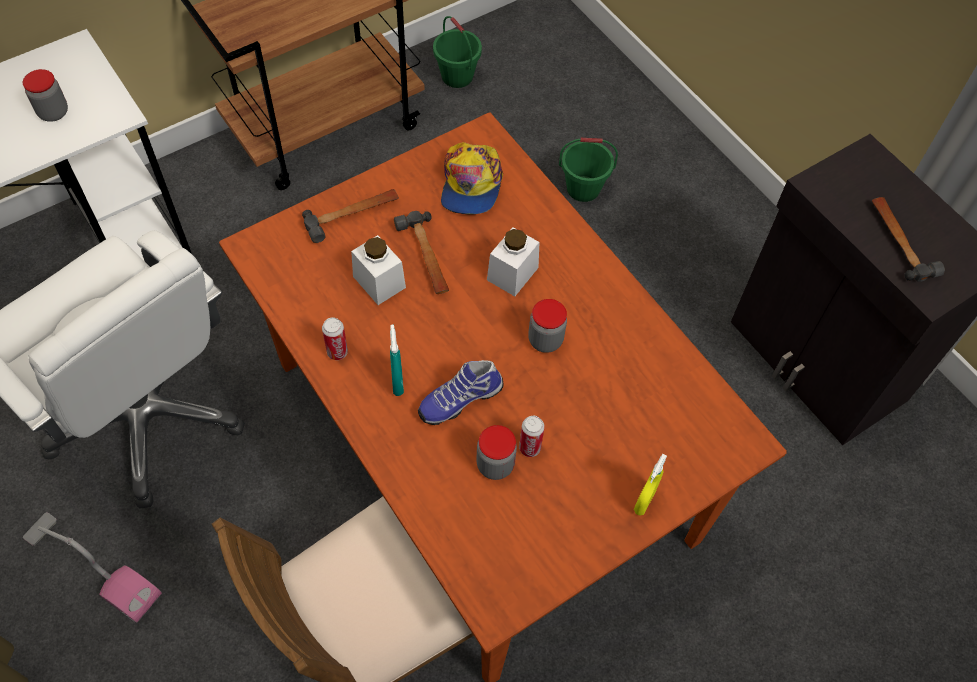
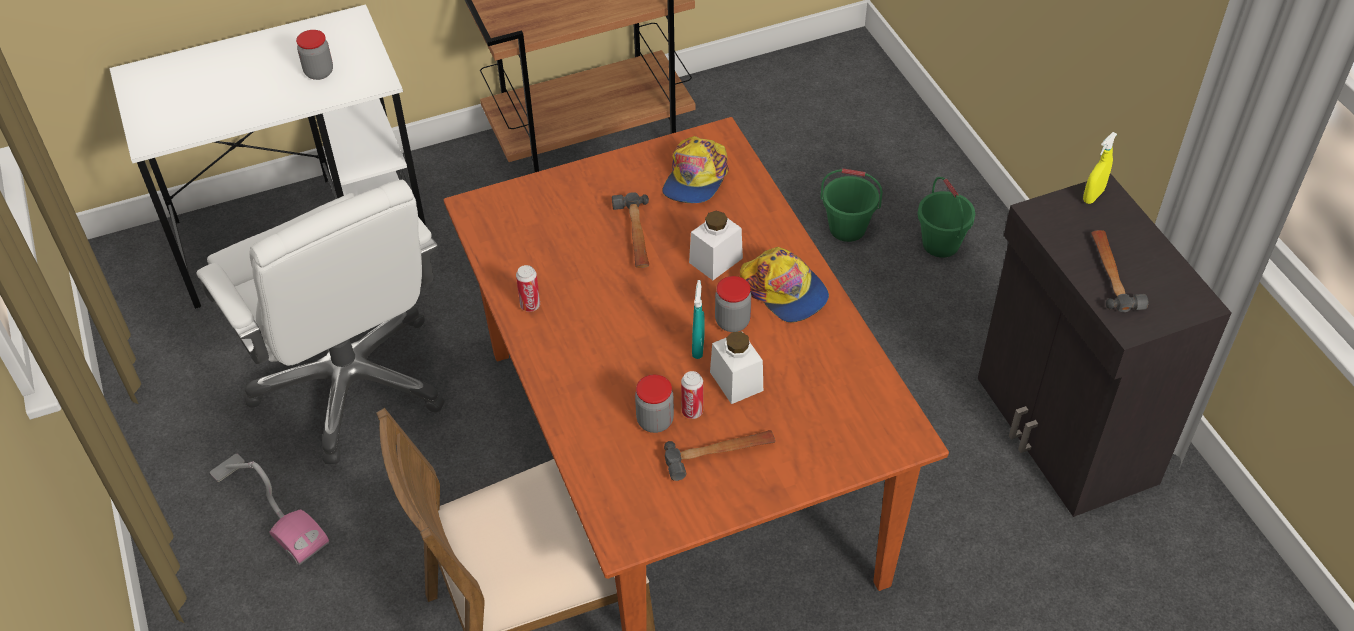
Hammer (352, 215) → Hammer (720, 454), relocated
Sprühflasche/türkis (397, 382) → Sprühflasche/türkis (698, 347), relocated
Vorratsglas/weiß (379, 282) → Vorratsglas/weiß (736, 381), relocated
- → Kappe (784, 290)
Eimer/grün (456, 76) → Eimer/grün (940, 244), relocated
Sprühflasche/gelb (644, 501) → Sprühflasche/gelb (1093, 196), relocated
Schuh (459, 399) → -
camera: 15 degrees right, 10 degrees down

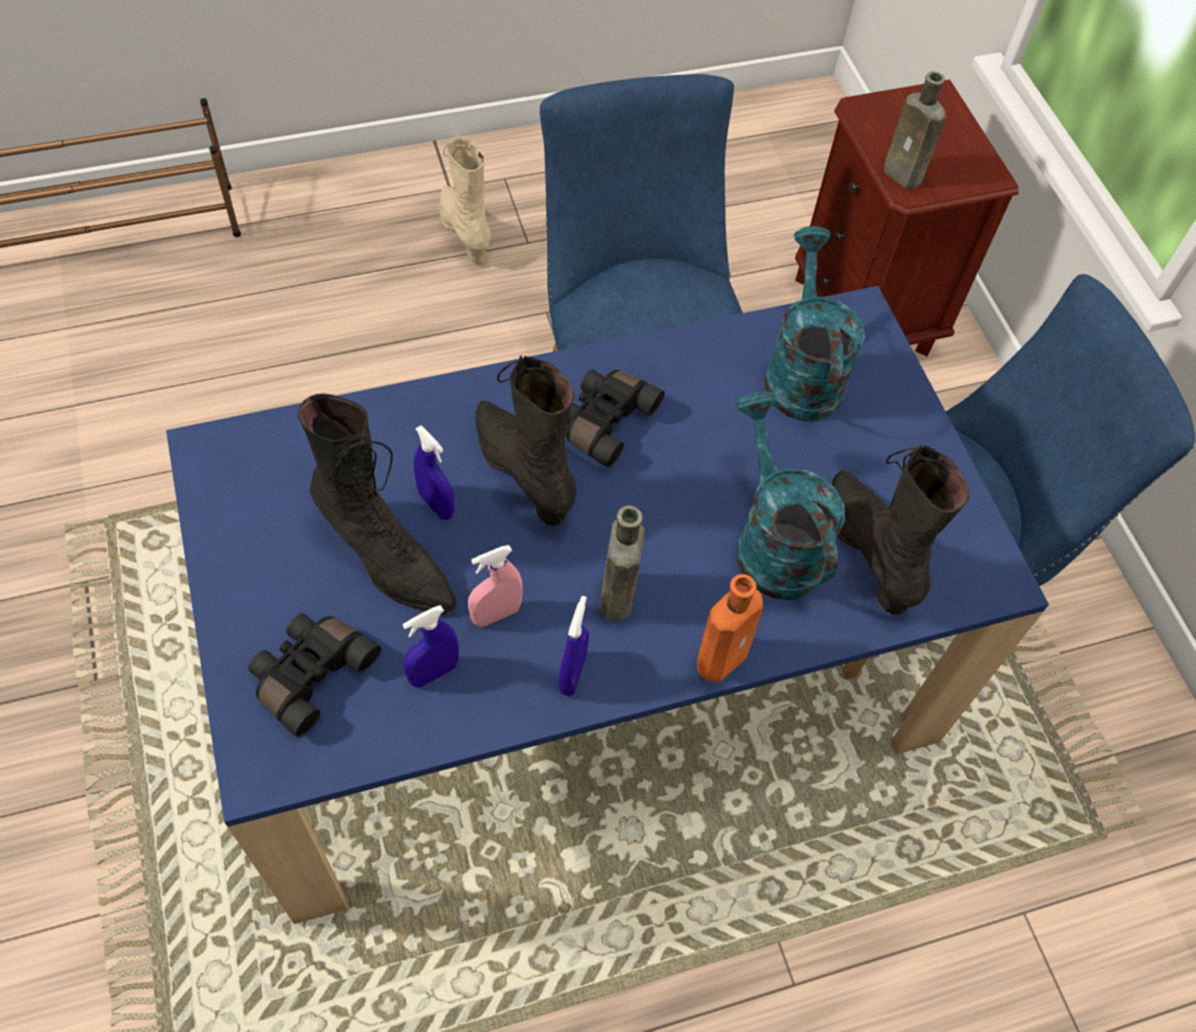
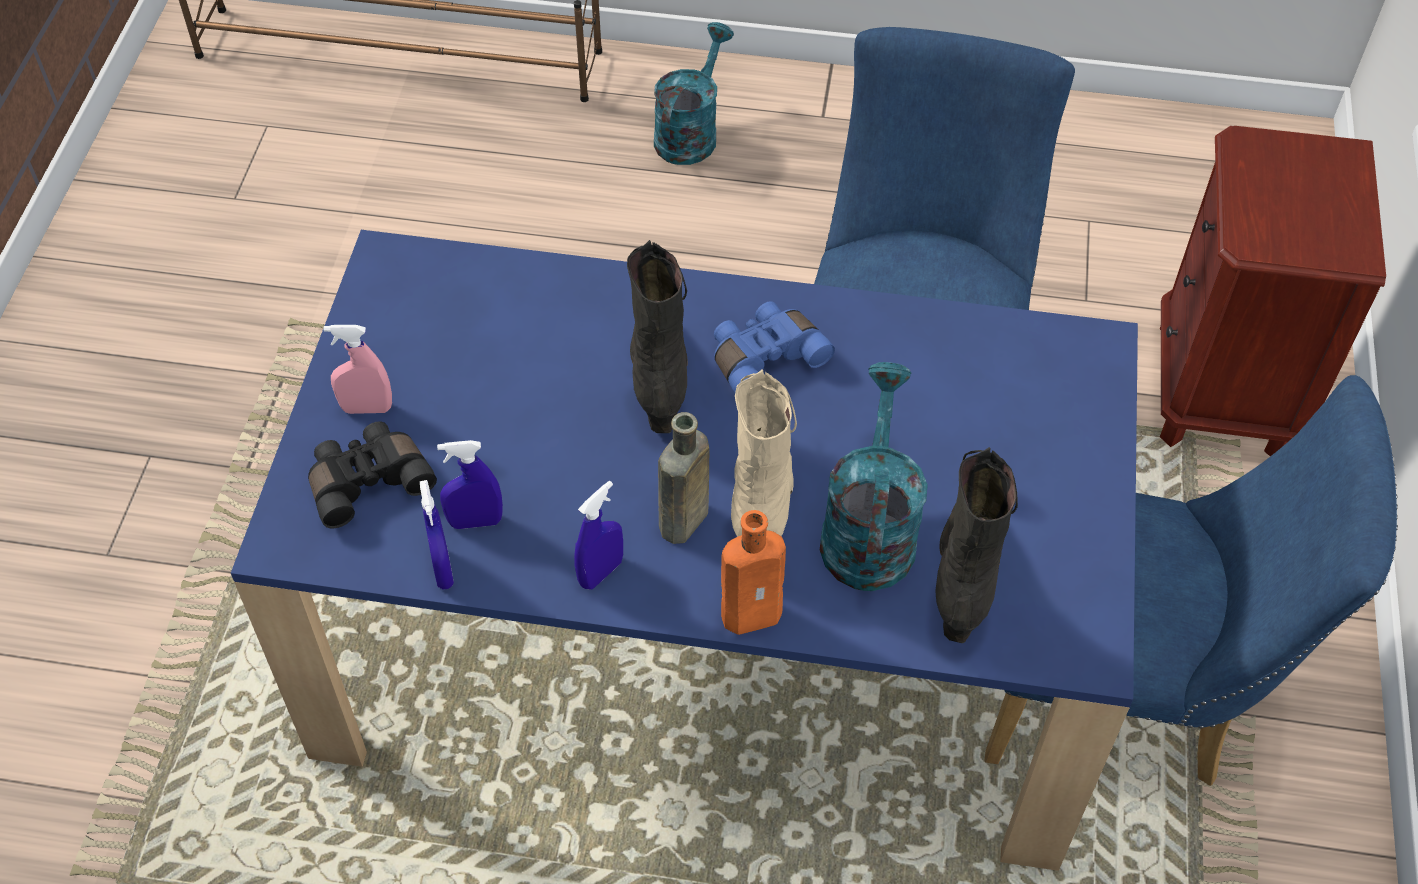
Sprühflasche/rosa (496, 614) → Sprühflasche/rosa (367, 408), relocated
Sprühflasche/blau (436, 504) → Sprühflasche/blau (443, 569), relocated
Gießkanne/türkis (801, 371) → Gießkanne/türkis (690, 132), relocated
Fernglas/schwarz (603, 421) → Fernglas/blau (764, 357)
Stiefel/beige (464, 232) → Stiefel/beige (762, 500), relocated
Stiefel/schwarz (385, 559) → -
Flasche/braun (904, 176) → -
camera: 30 degrees right, 5 degrees down

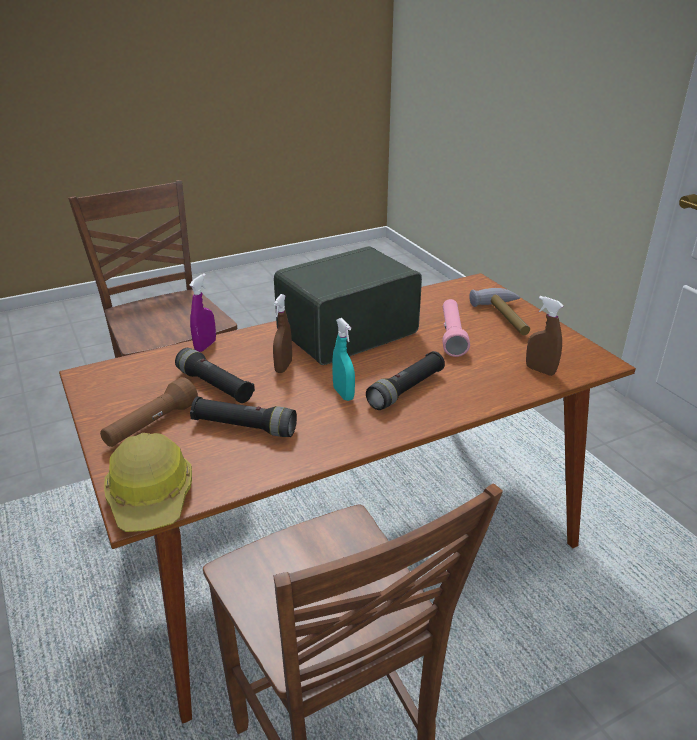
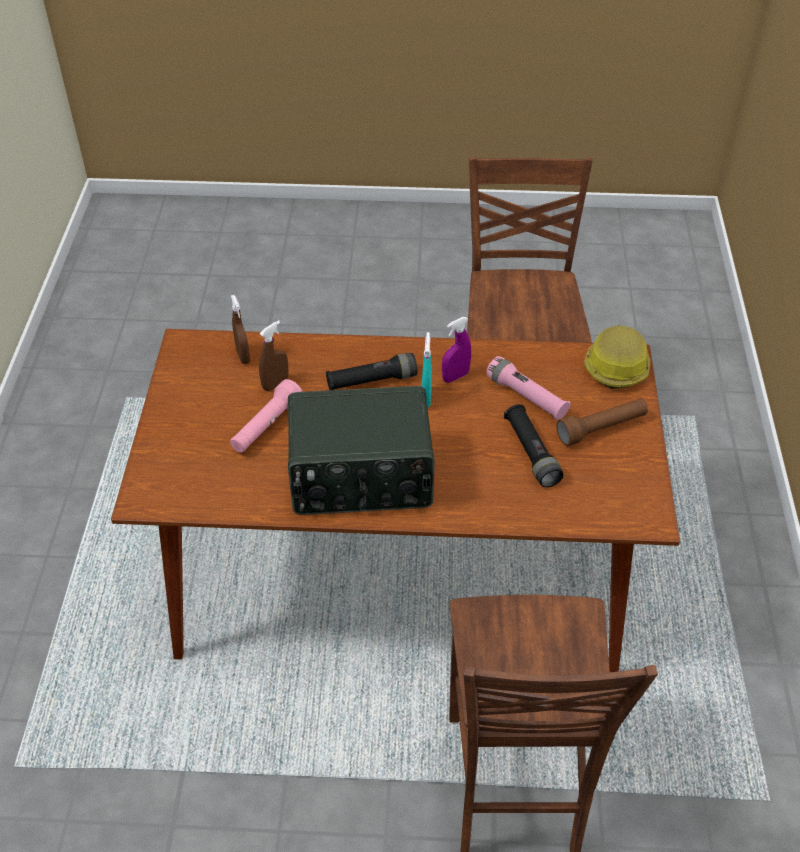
Sprühflasche/braun (283, 367) → Sprühflasche/braun (275, 384), relocated
Sprühflasche/lila (205, 346) → Sprühflasche/lila (455, 376), relocated
Taschenlampe/schwarz (244, 427) → Taschenlampe/rosa (526, 397)
Hammer (506, 318) → -
camera: 150 degrees left, 15 degrees up

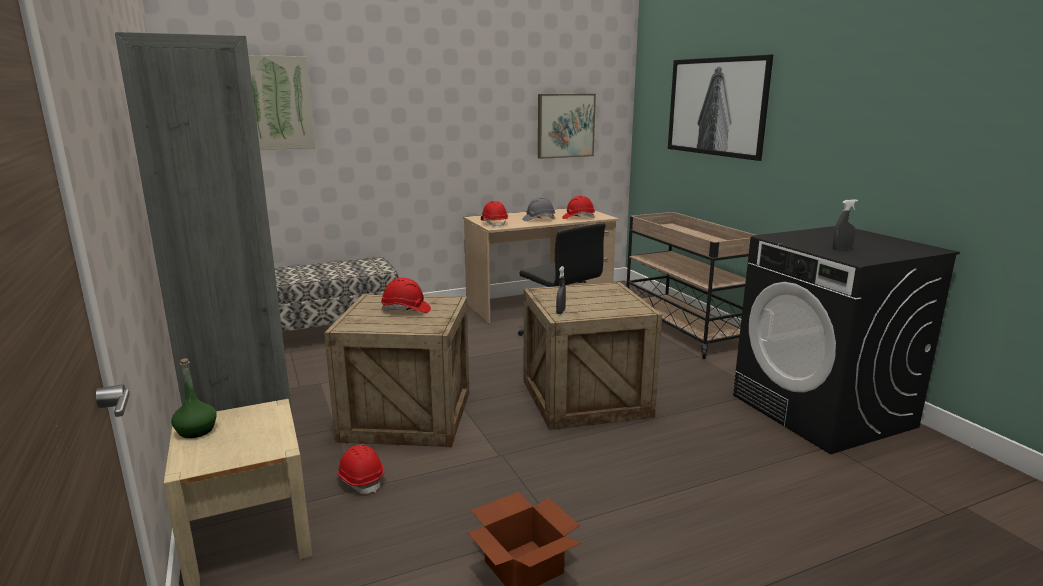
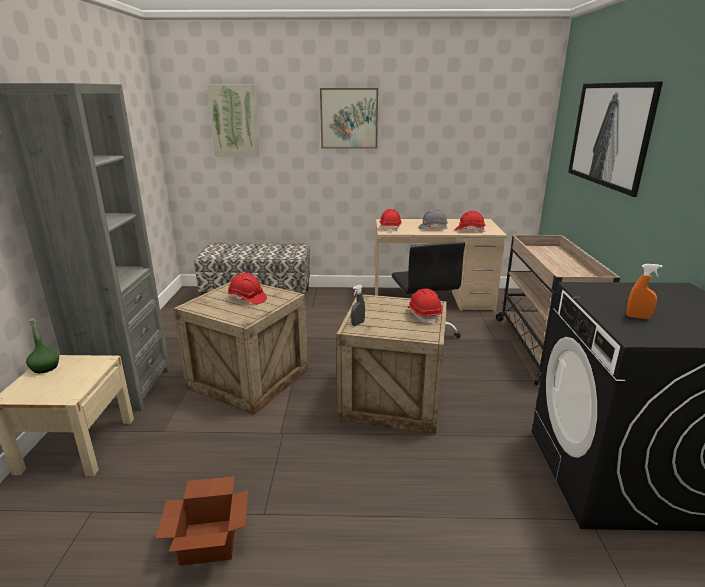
Bild (565, 125) → Bild (349, 118), relocated
Schutzhelm/rot (360, 480) → Schutzhelm/rot (424, 315), relocated
Sprühflasche/grau (842, 249) → Sprühflasche/orange (638, 317)
camera: 25 degrees right, 5 degrees up

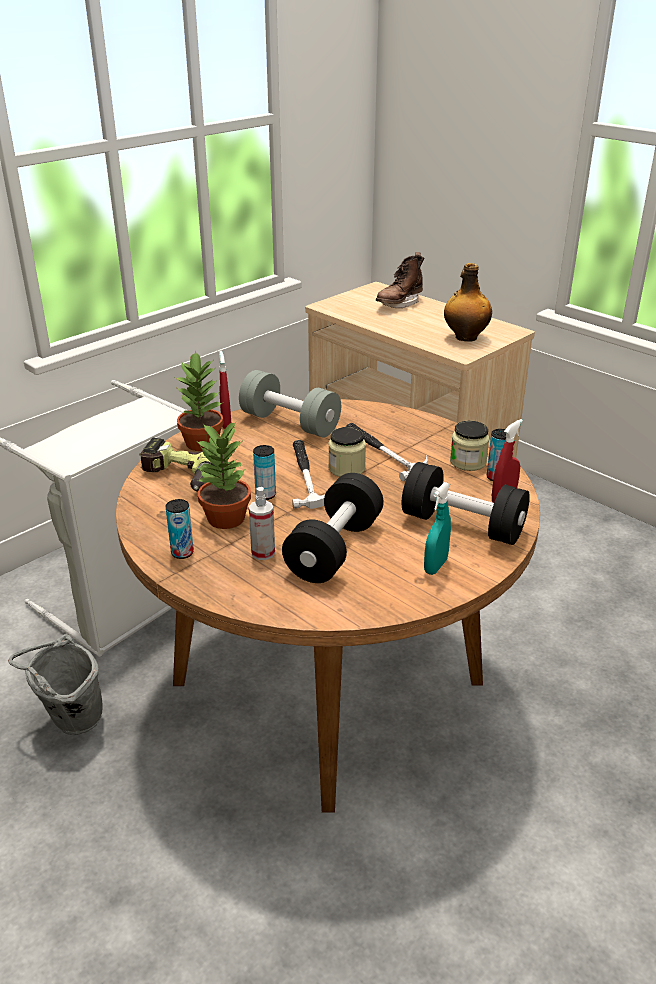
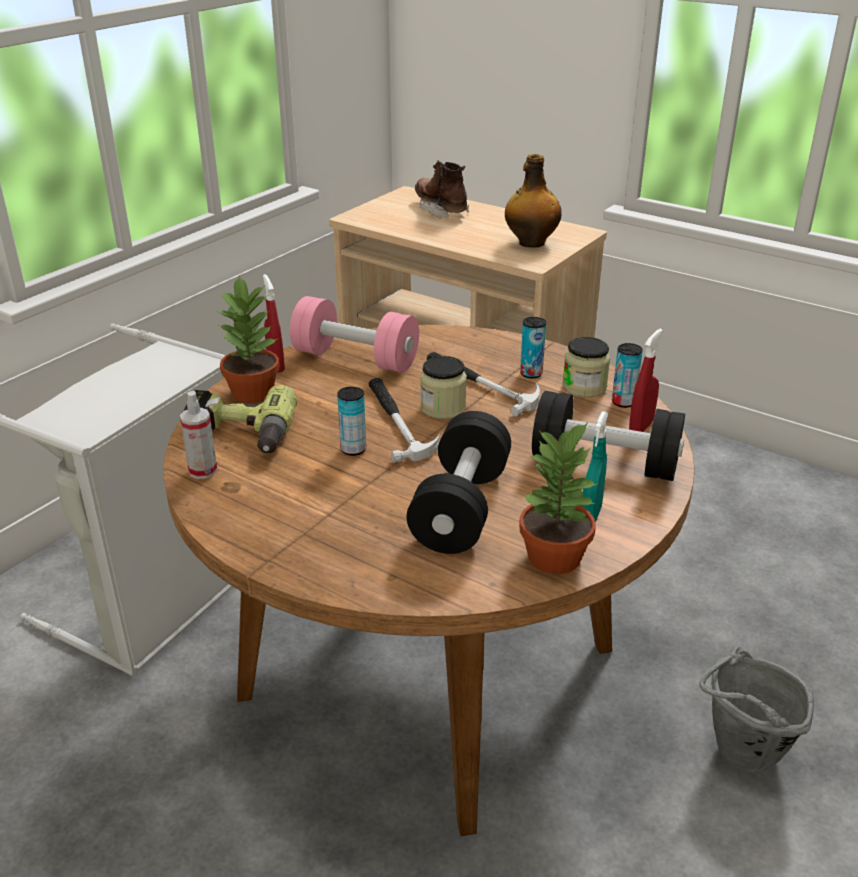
Sprühflasche (263, 553) → Sprühflasche (203, 471), relocated
Hantel/grau (290, 423) → Hantel/rosa (355, 358)
Stiefel/braun (399, 304) → Stiefel/braun (440, 210), 120 degrees clockwise
Topfpflanze (227, 519) → Topfpflanze (555, 558), relocated
Dose (182, 553) → Dose (531, 373), relocated
Eimer/grau (70, 723) → Eimer/grau (738, 758), relocated
camera: 10 degrees left, 0 degrees up

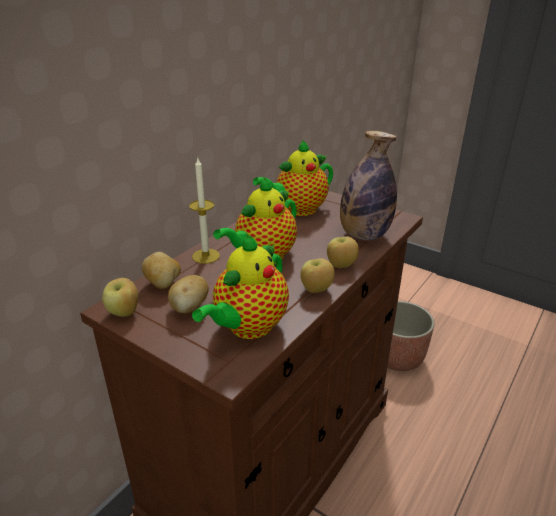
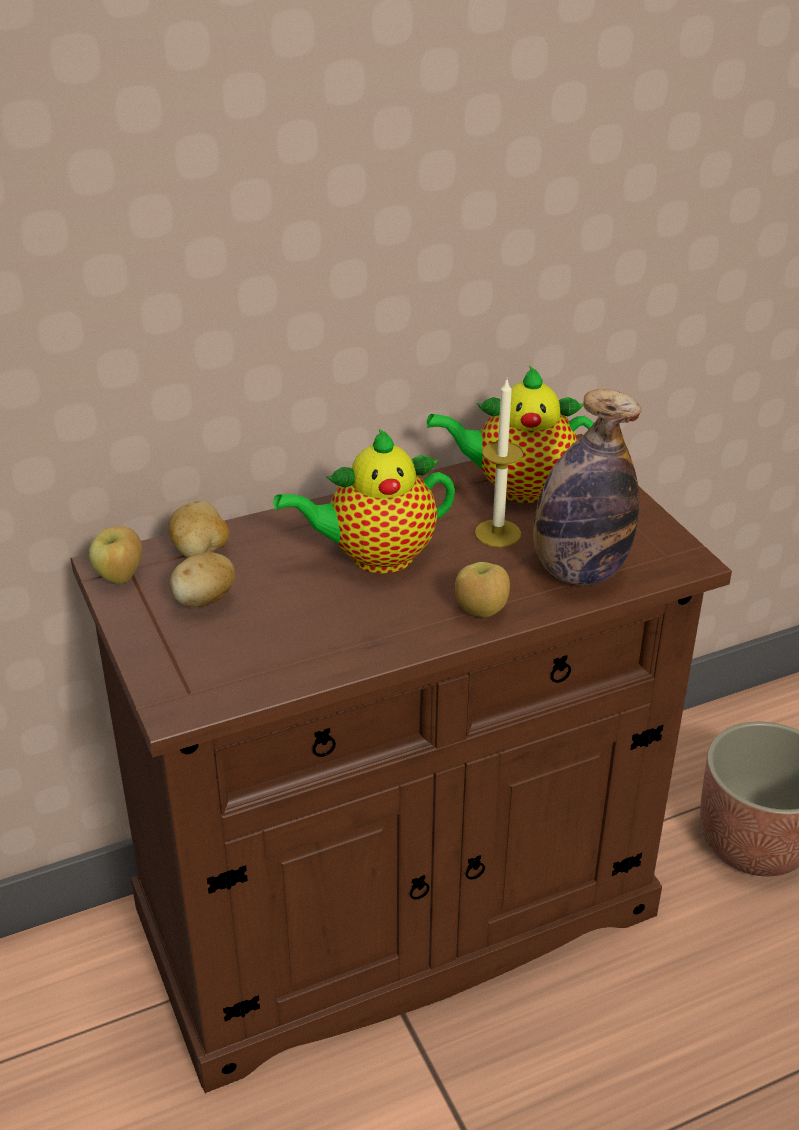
Kerze (206, 256) → Kerze (498, 533), relocated
Teekanne (248, 328) → -
Apfel (316, 290) → -
camera: 30 degrees right, 5 degrees up

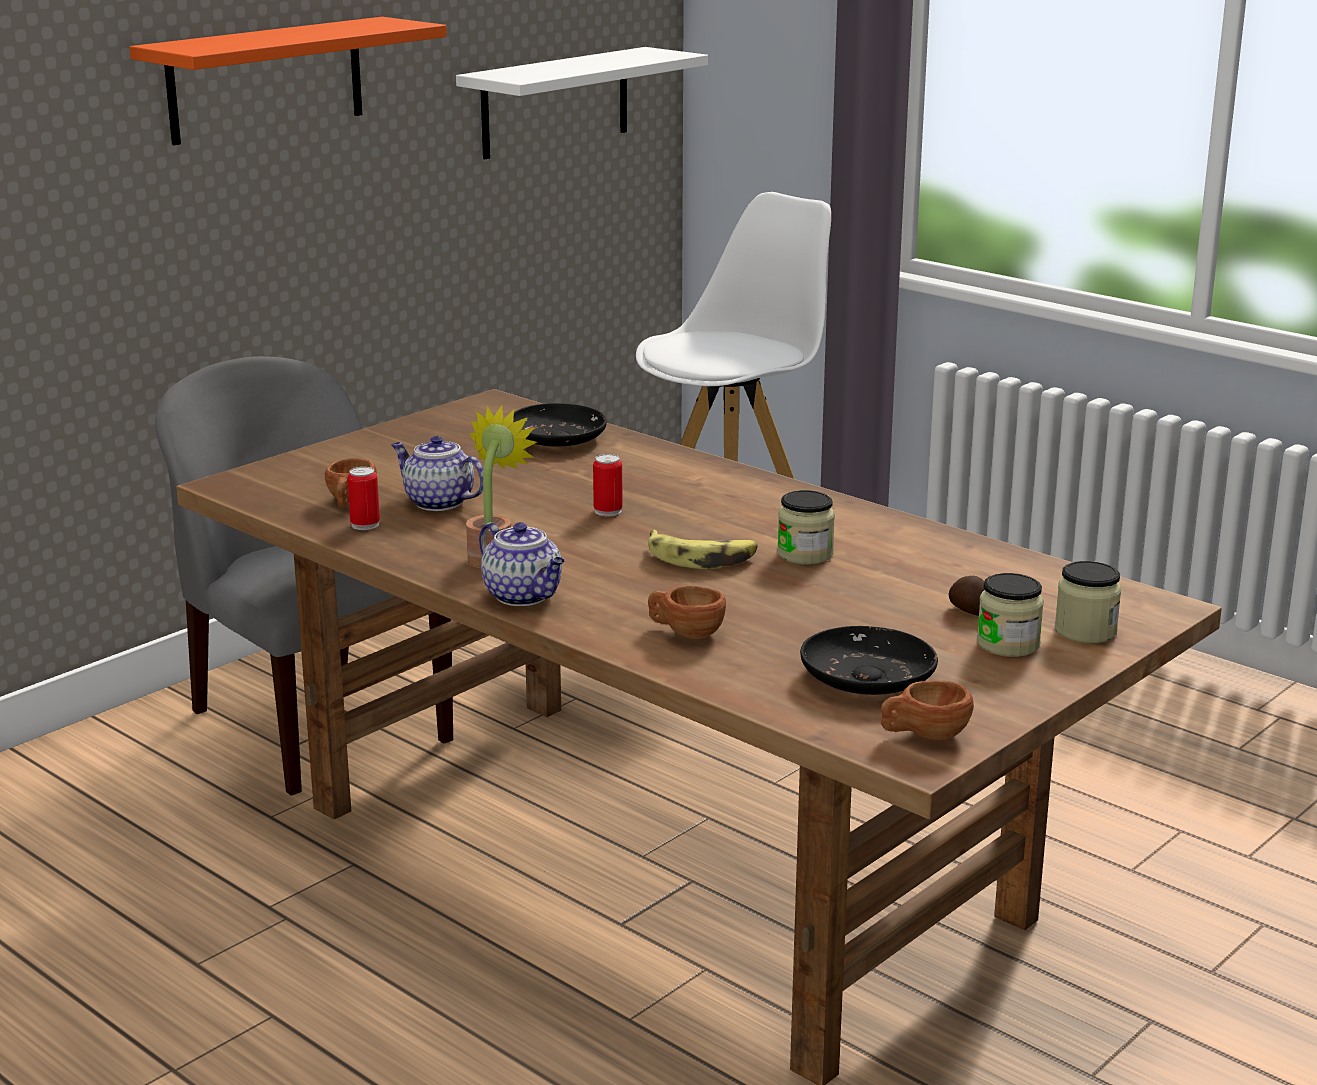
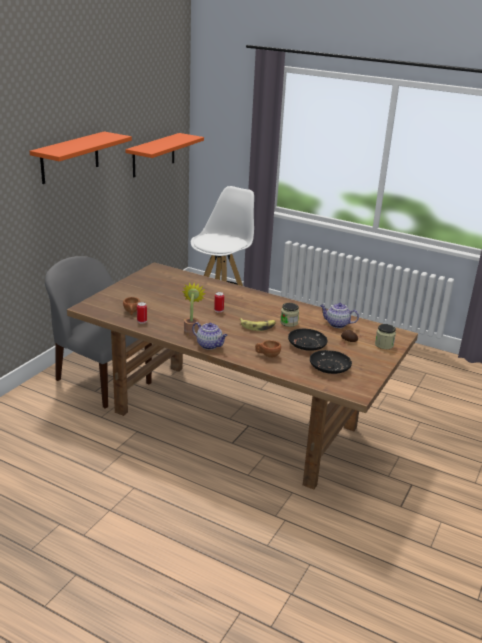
Wandregal/weiß (555, 102) → Wandregal/orange (153, 155)
Teller/schwarz (557, 438) → Teller/schwarz (307, 344), relocated
Teekanne (437, 502) → Teekanne (337, 324), relocated
Tasse/braun (924, 735) → -
Vorratsglas (1008, 644) → -
camera: 15 degrees left, 5 degrees up

